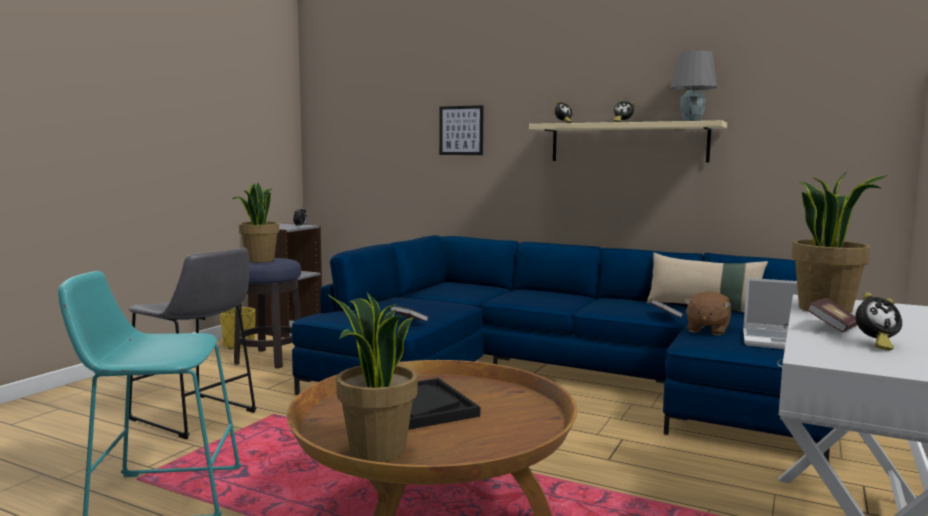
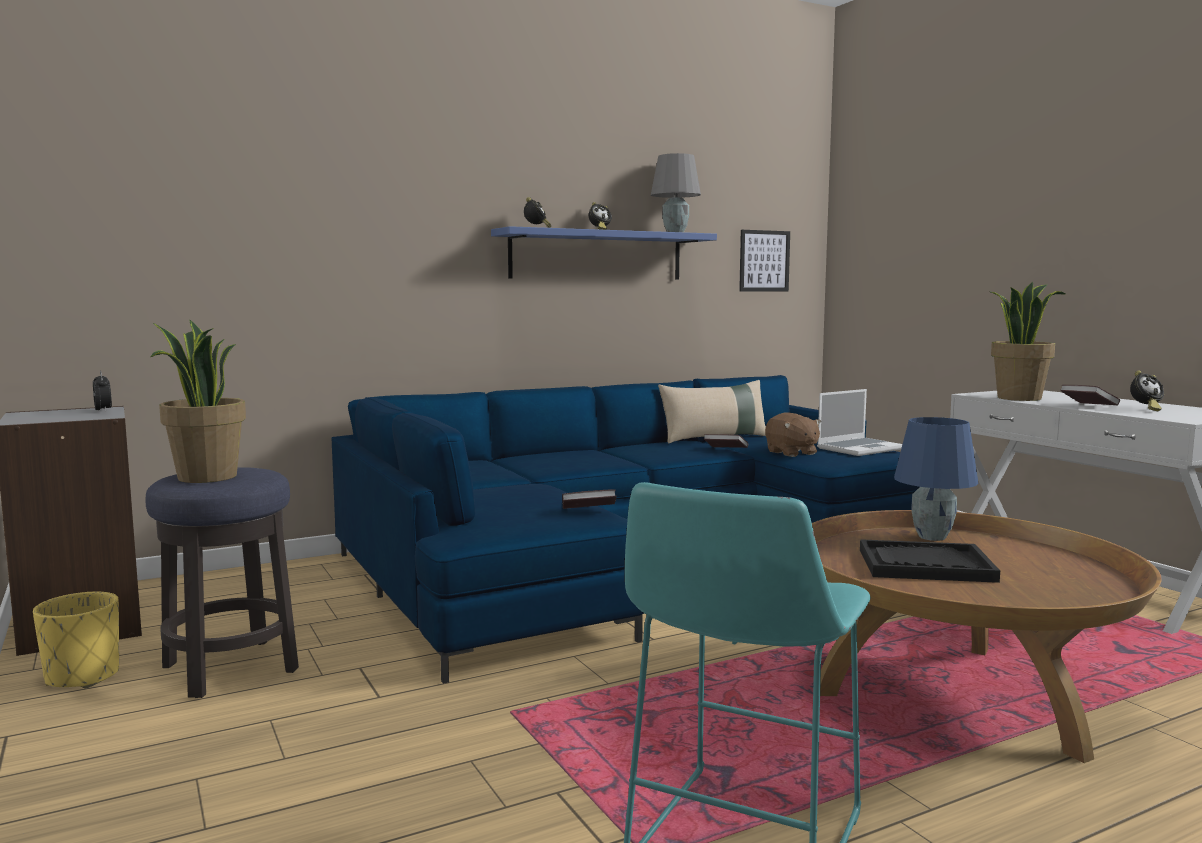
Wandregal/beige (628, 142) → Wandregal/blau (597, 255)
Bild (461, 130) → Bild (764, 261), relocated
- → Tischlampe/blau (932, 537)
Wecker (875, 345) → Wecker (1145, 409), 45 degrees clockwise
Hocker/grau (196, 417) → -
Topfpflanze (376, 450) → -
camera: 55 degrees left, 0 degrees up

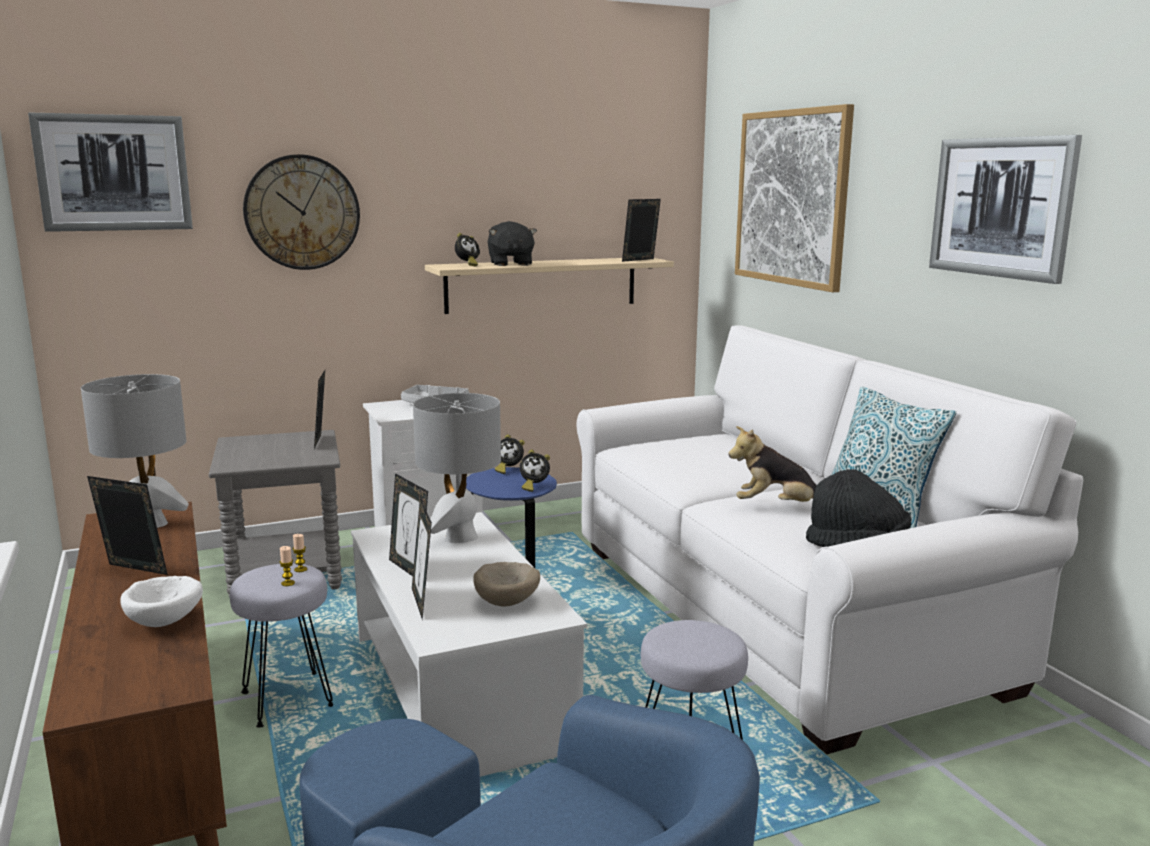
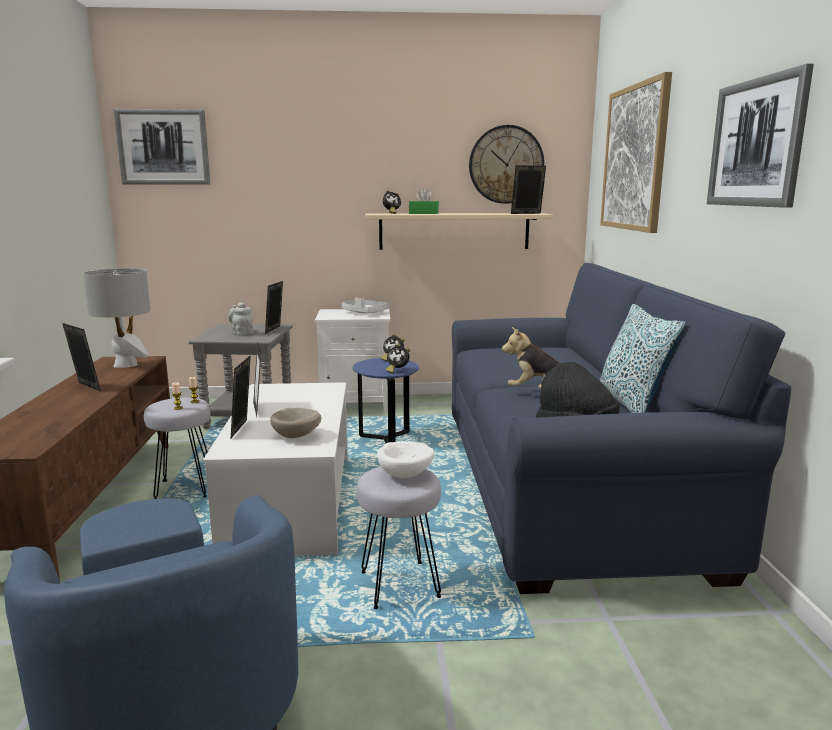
- → Teekanne/grau (242, 333)
Schüssel/weiß (166, 621) → Schüssel/weiß (406, 474), relocated
Plüschtier/schwarz (510, 264) → Taschentuchbox/grün (423, 213)
Sofa/weiß (774, 612) → Sofa/blau (564, 487)
Wanduhr (302, 212) → Wanduhr (506, 164), relocated
Tischlampe/grau (460, 537) → -
camera: 20 degrees right, 0 degrees up

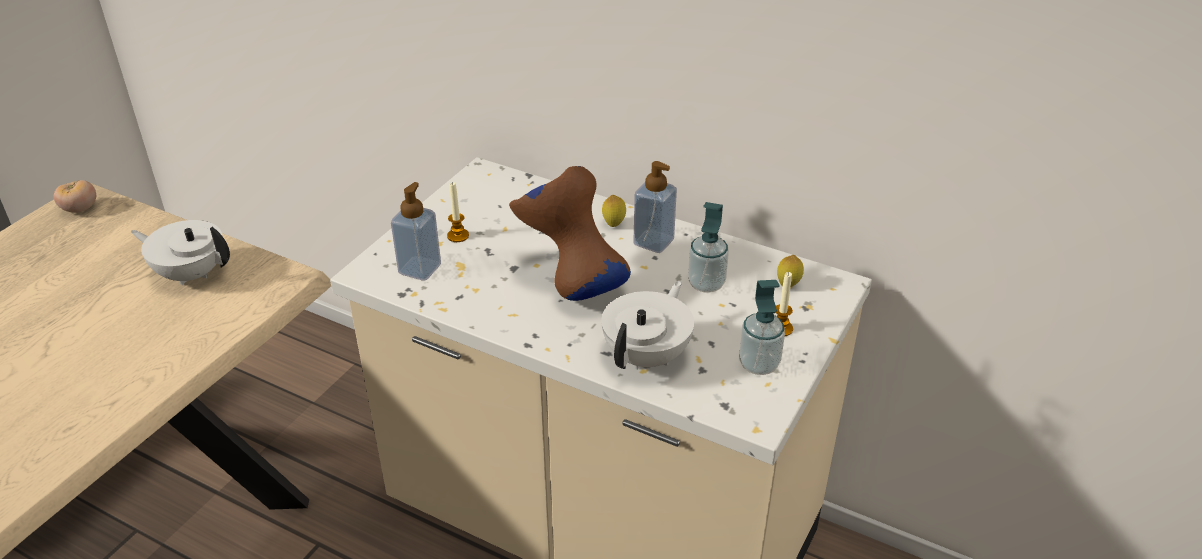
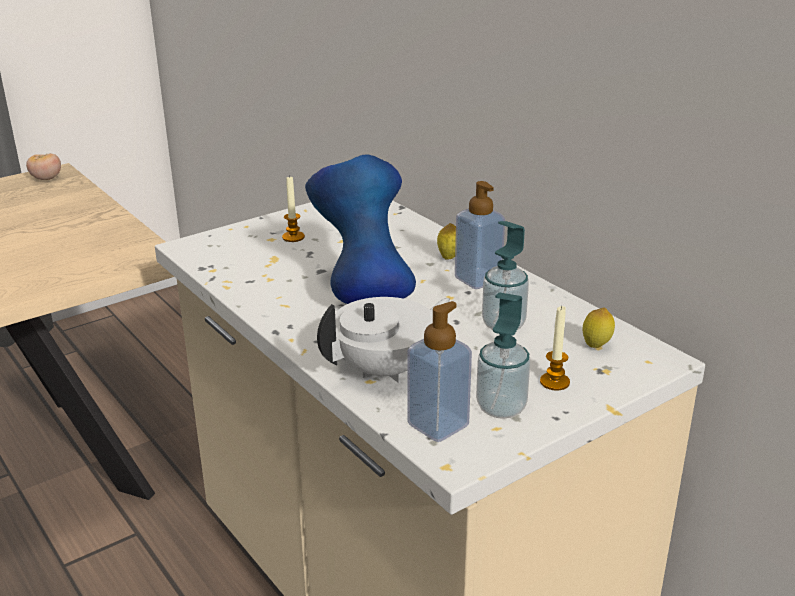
Vase/braun (571, 285) → Vase/blau (362, 295)
Seifenspender (420, 269) → Seifenspender (438, 425), relocated
Teekanne/weiß (191, 273) → -
camera: 25 degrees right, 10 degrees down

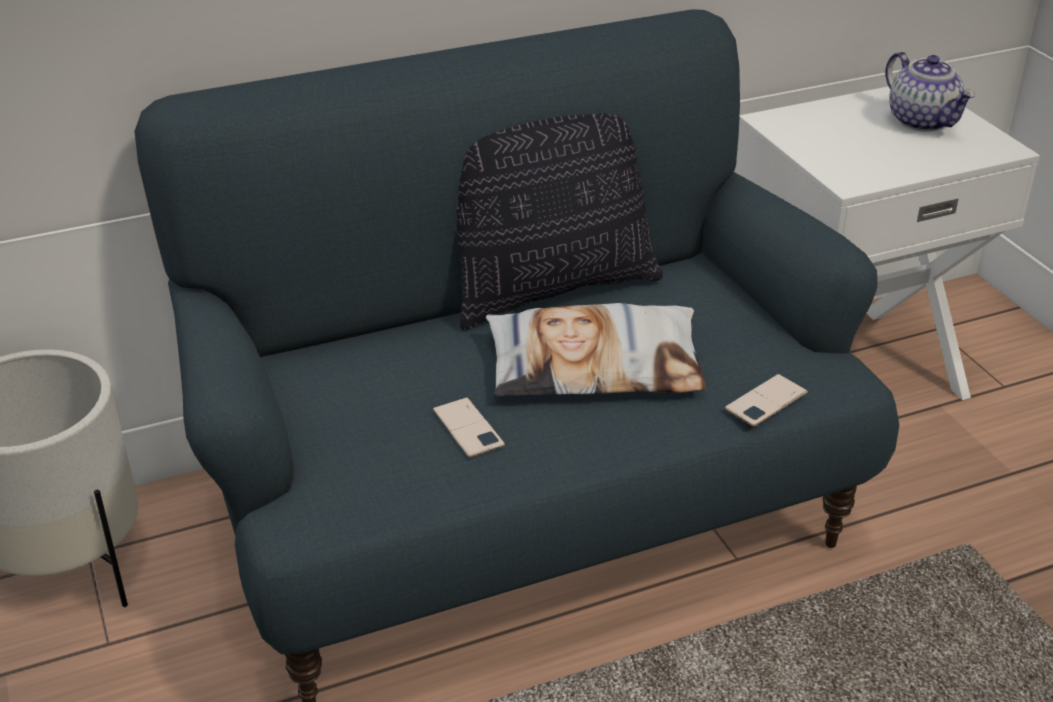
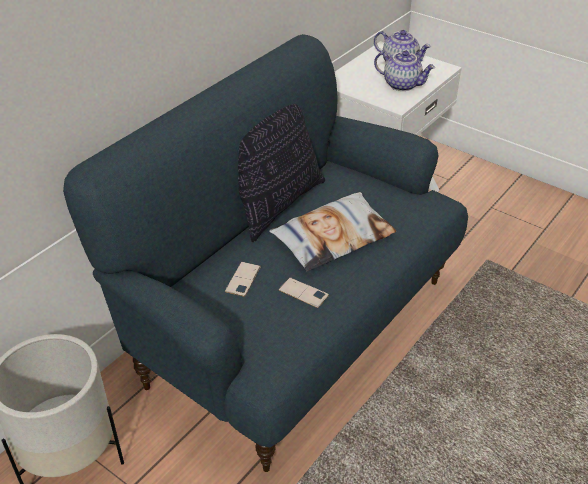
Handy (766, 401) → Handy (243, 279), relocated
- → Teekanne (402, 85)
camera: 30 degrees left, 5 degrees up

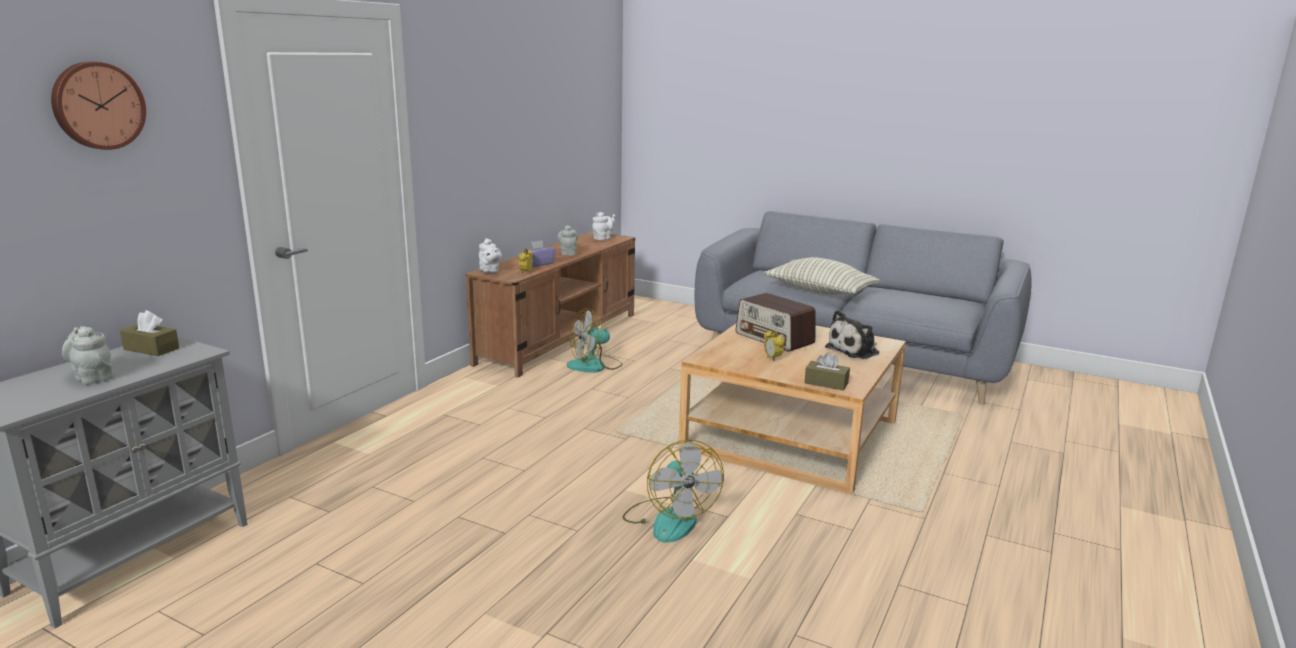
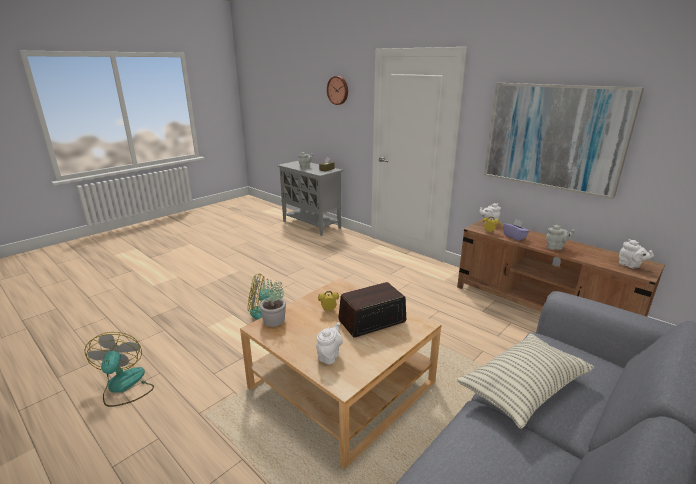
Ventilator (595, 366) → Ventilator (124, 386), relocated
Taschentuchbox/braun (826, 383) → Topfpflanze (274, 320)
Plüschtier (855, 350) → Teekanne/weiß (329, 355)
- → Bild (554, 137)
camera: 105 degrees right, 5 degrees up

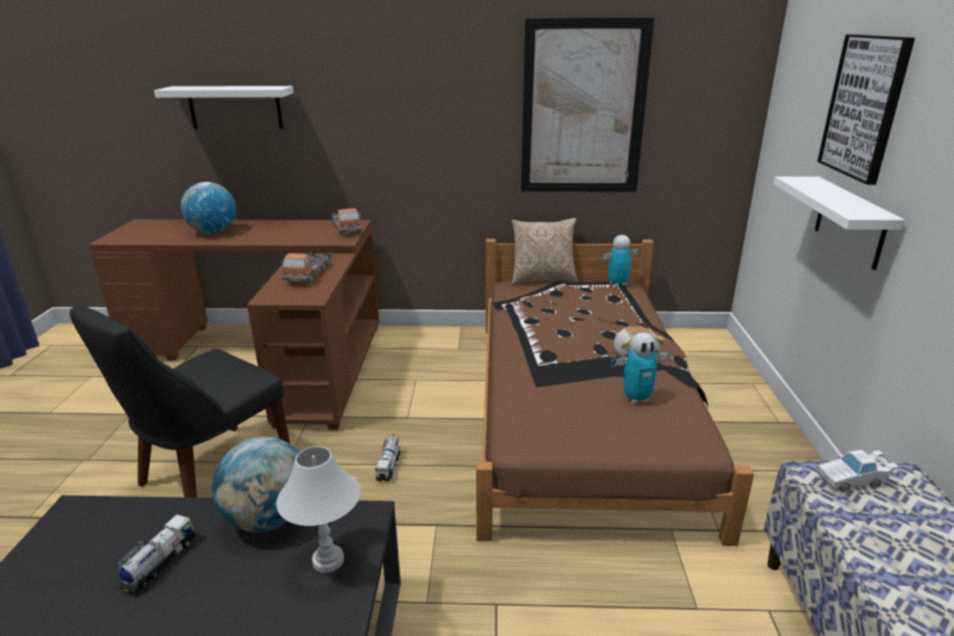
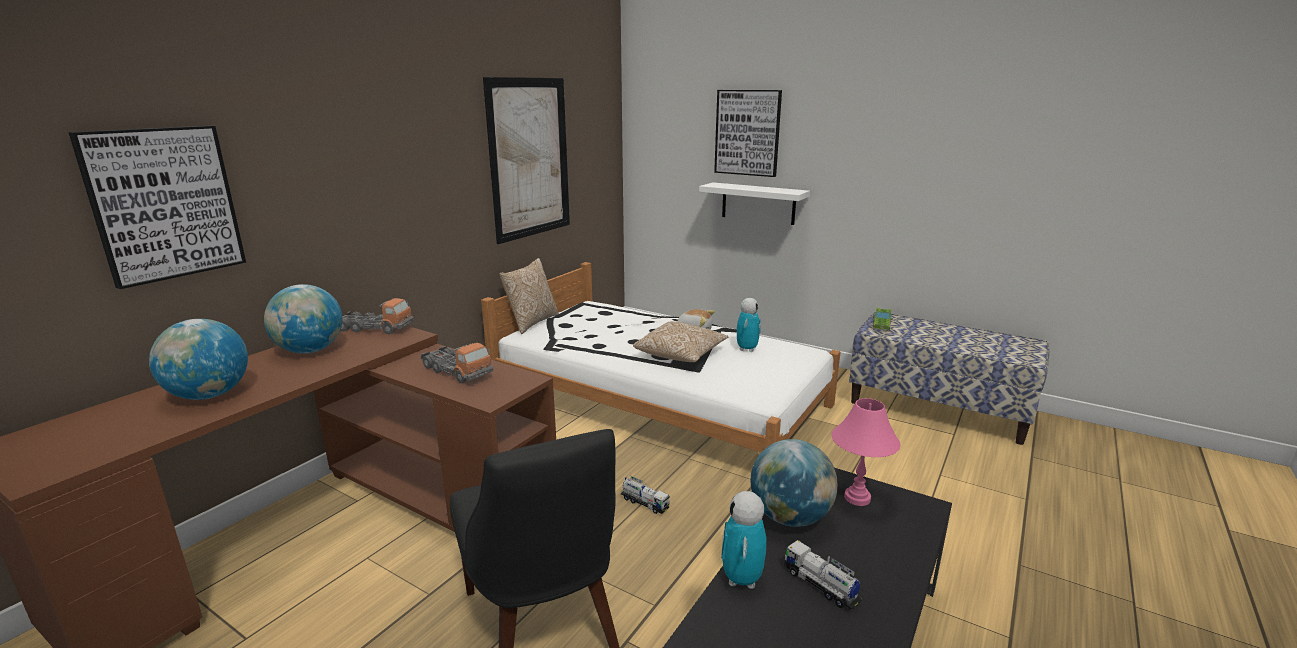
Wandregal/weiß (235, 107) → Bild (164, 203)
- → Globus (310, 350)
Bett/braun (579, 410) → Bett/weiß (659, 399)
- → Kissen (680, 355)
Spielzeugroboter (617, 284) → Spielzeugroboter (742, 579), relocated
Tischlampe/weiß (329, 560) → Tischlampe/rosa (857, 497)
Spielzeugauto/weiß (853, 480) → Spielzeugauto/grün (881, 326)
camera: 60 degrees left, 5 degrees down

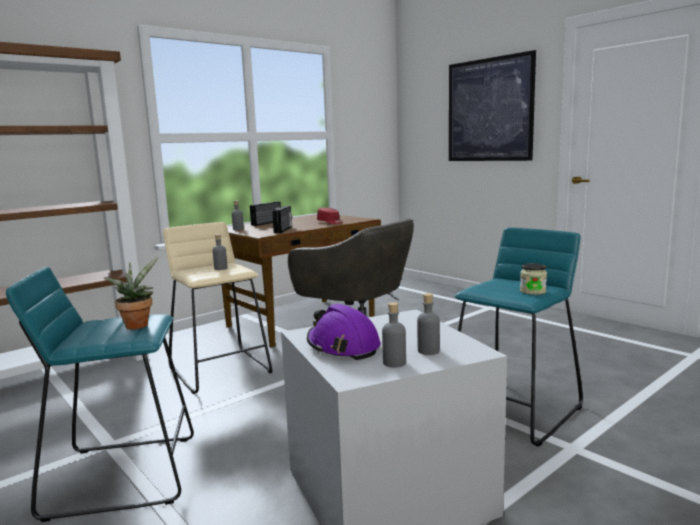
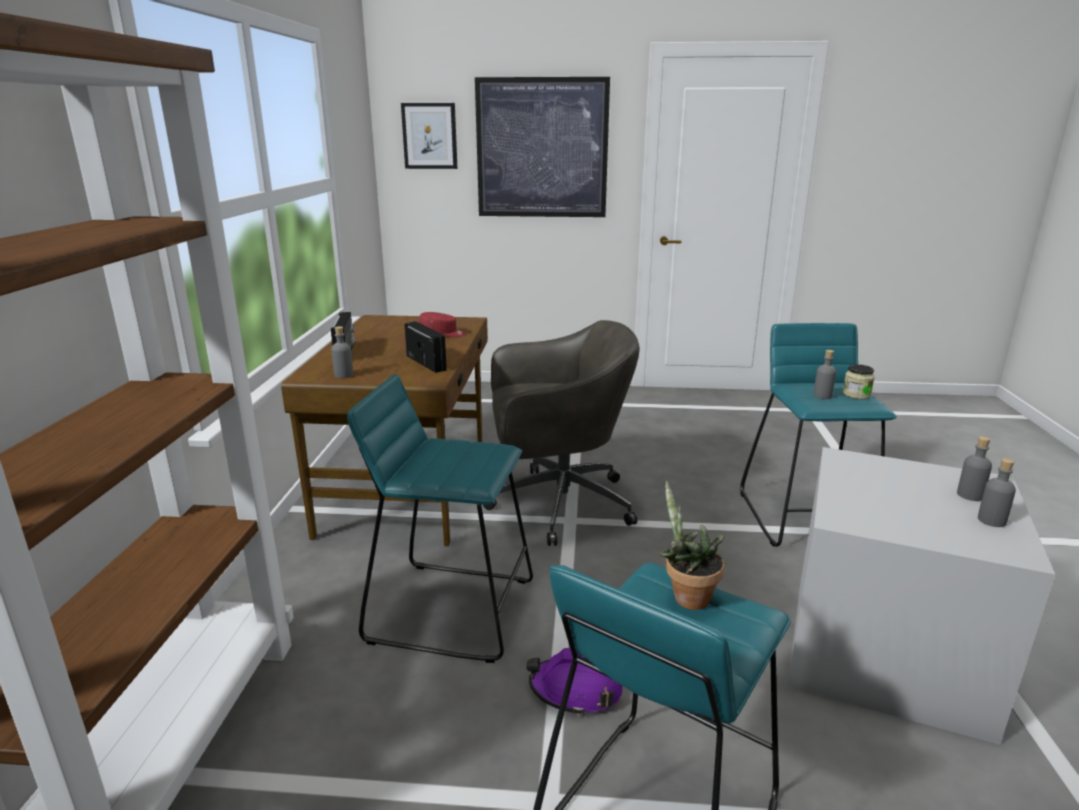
Hocker/beige (221, 369) → Hocker/türkis (451, 609)
- → Bild (429, 136)
Schutzhelm/lila (342, 346) → Schutzhelm/lila (576, 690), relocated
Flasche/grau (220, 268) → Flasche/grau (822, 396), relocated
camera: 45 degrees left, 10 degrees up

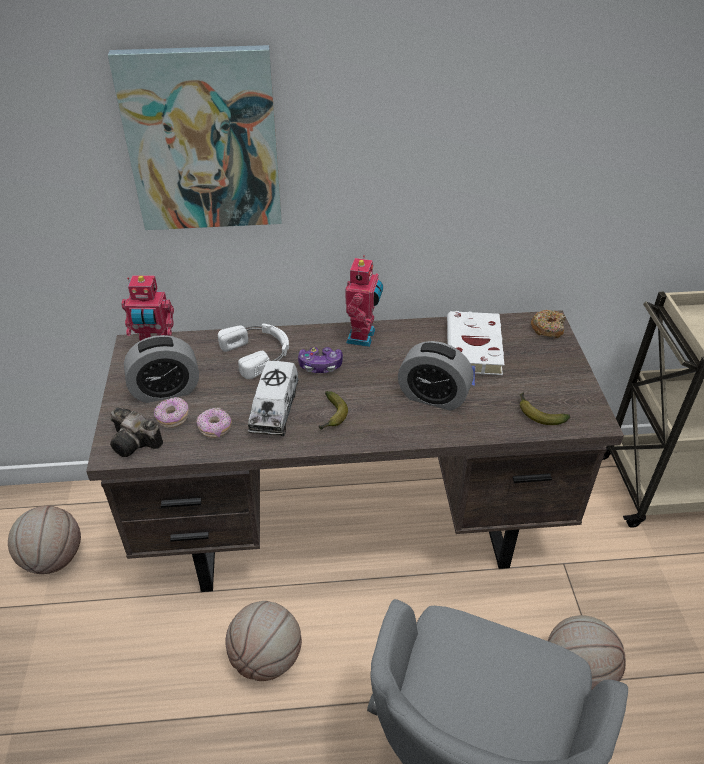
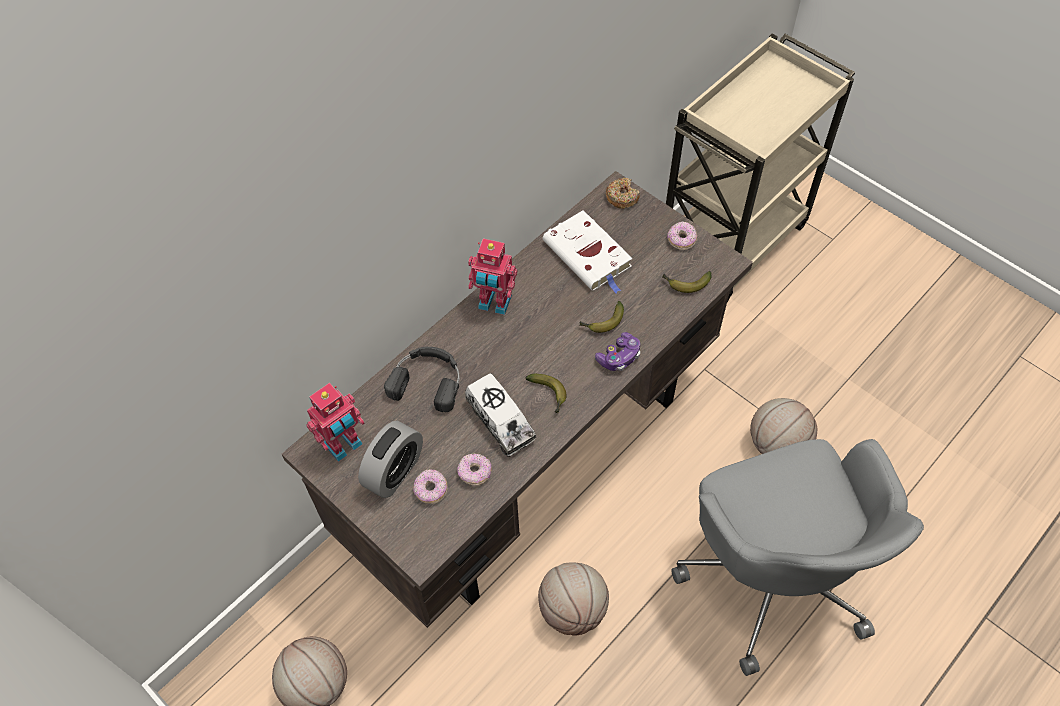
Kopfhörer/weiß (258, 353) → Kopfhörer/schwarz (428, 380)
Spielzeugroboter (363, 337) → Spielzeugroboter (494, 304), 135 degrees clockwise
Wecker (433, 397) → Banane (602, 322)
Gamepad (320, 366) → Gamepad (619, 357), relocated
- → Donut (681, 240)
Bild (203, 141) → -
Kamera (136, 443) → -
camera: 40 degrees left, 15 degrees up

